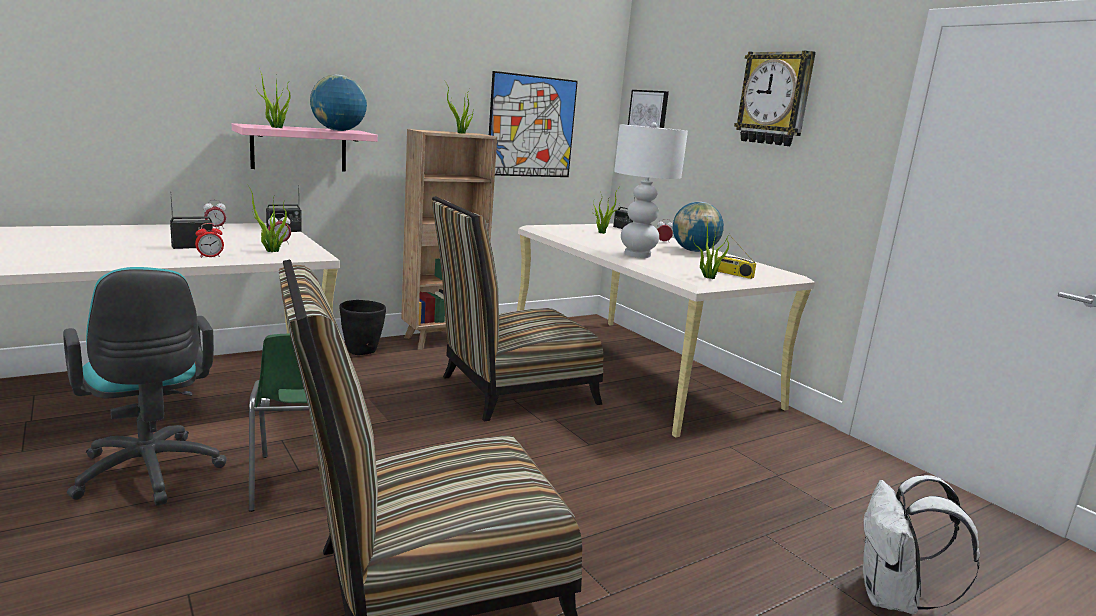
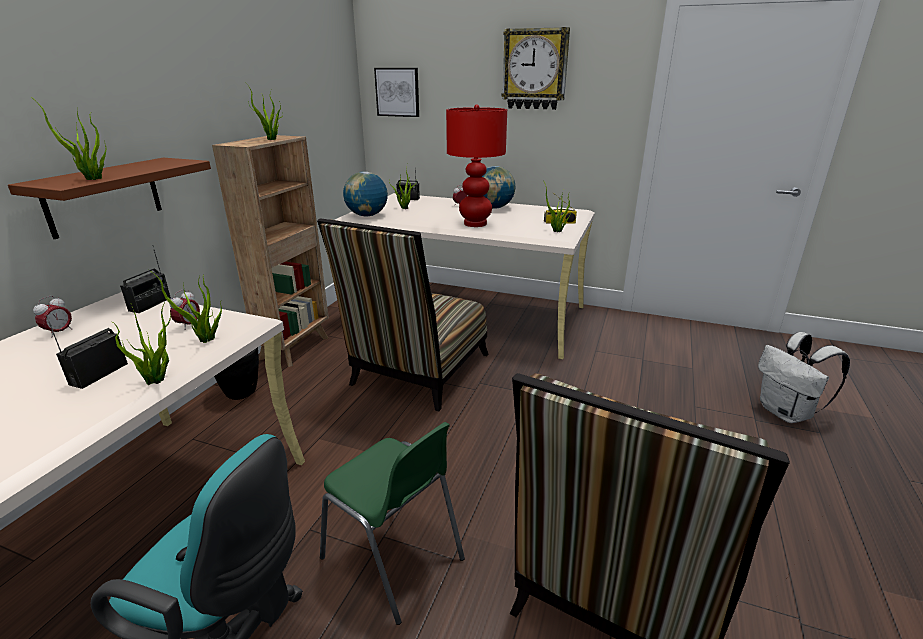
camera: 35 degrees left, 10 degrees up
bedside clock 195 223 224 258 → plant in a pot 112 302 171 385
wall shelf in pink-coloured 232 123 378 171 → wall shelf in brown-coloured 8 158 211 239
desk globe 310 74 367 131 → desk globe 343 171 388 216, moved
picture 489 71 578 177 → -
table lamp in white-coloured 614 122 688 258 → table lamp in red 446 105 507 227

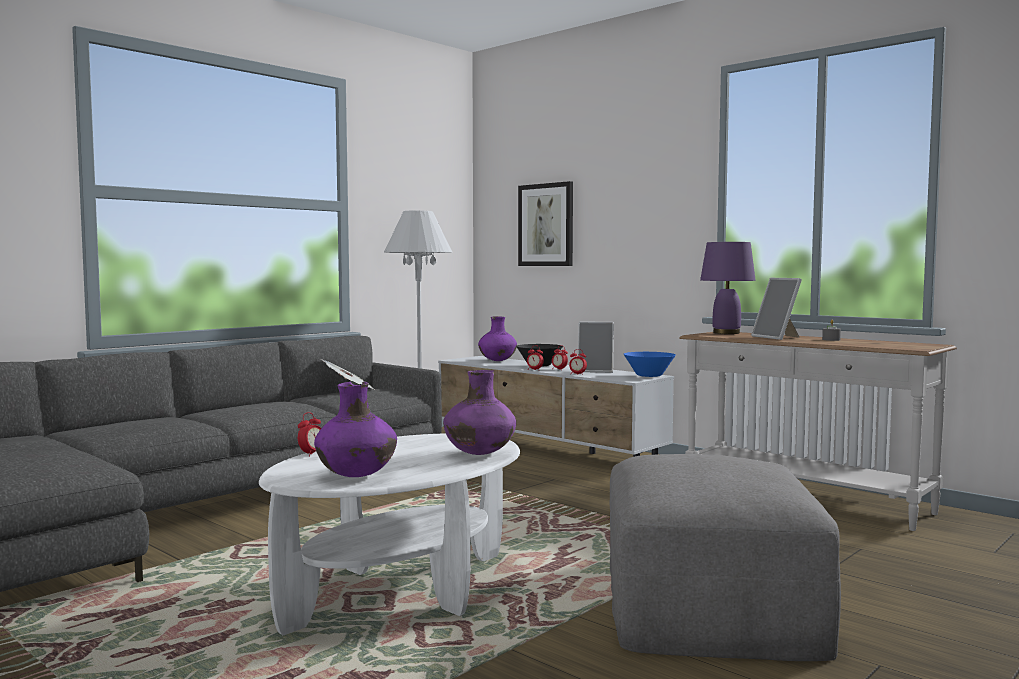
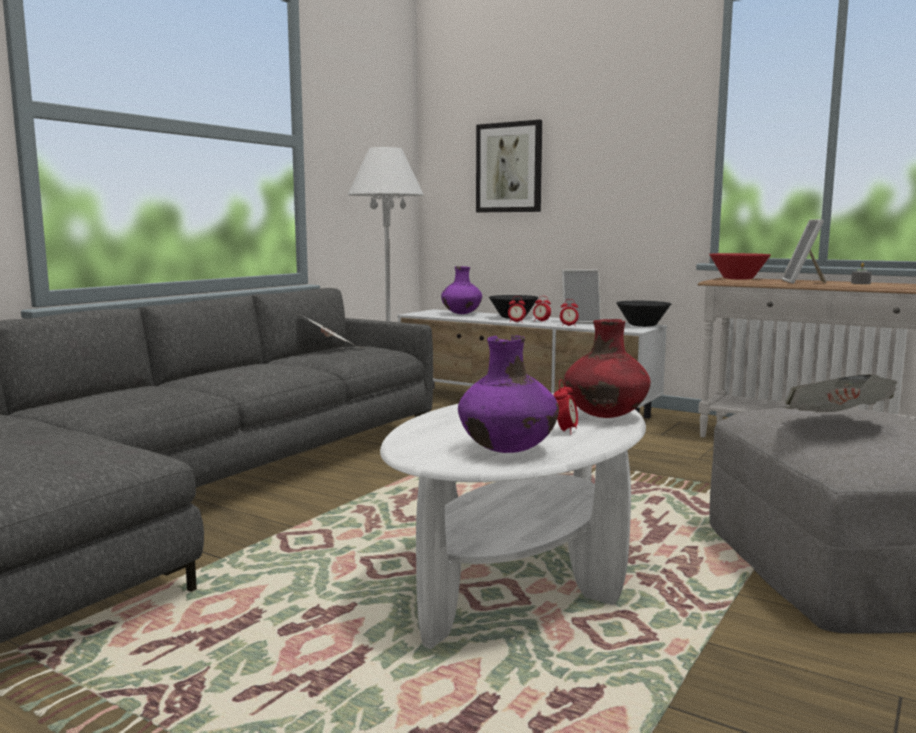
camera: 10 degrees left, 5 degrees up
bedside clock 298 412 321 457 → bedside clock 553 379 578 435, moved
vase in purplish 443 370 516 455 → vase in red 564 319 651 418
bowl in bluish 624 352 676 377 → bowl in black-coloured 616 301 671 327
table lamp in purplish 700 242 756 334 → bowl in red 709 253 771 280
picture frame 751 278 802 340 → picture frame 782 219 827 284, 45 degrees clockwise
- → daily paper 785 374 898 412

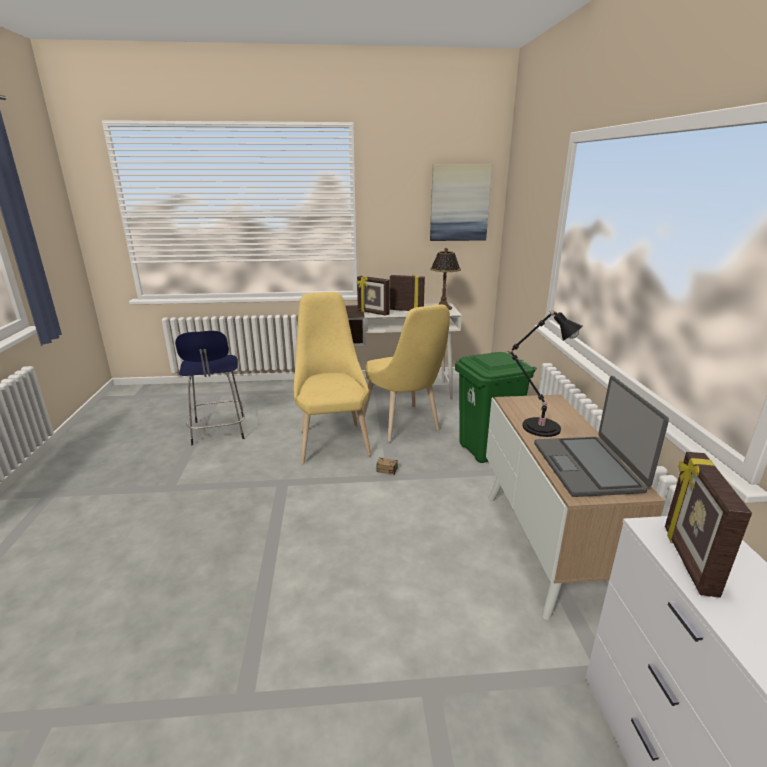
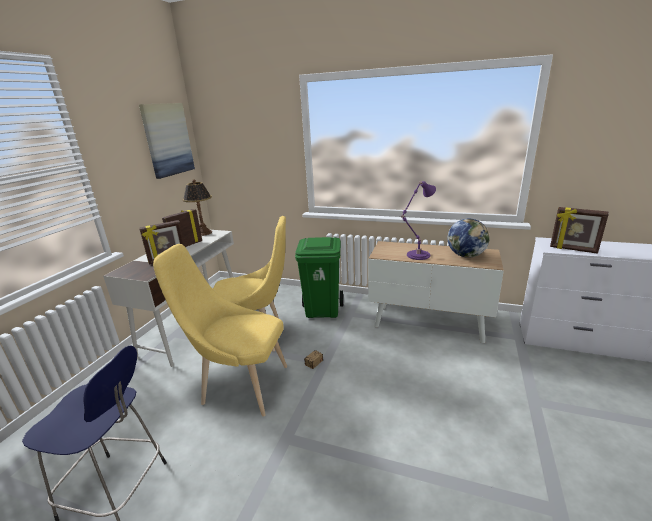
camera: 65 degrees left, 0 degrees up
table lamp in black-coloured 506 310 583 437 → table lamp in purplish 401 181 436 260
notebook computer 534 376 669 497 → desk globe 448 219 490 258

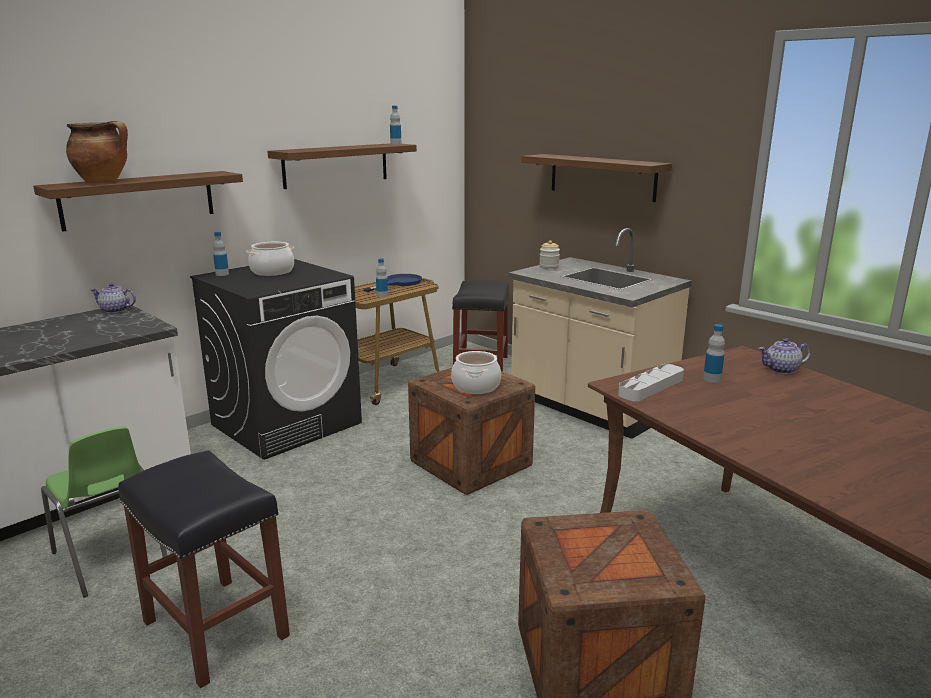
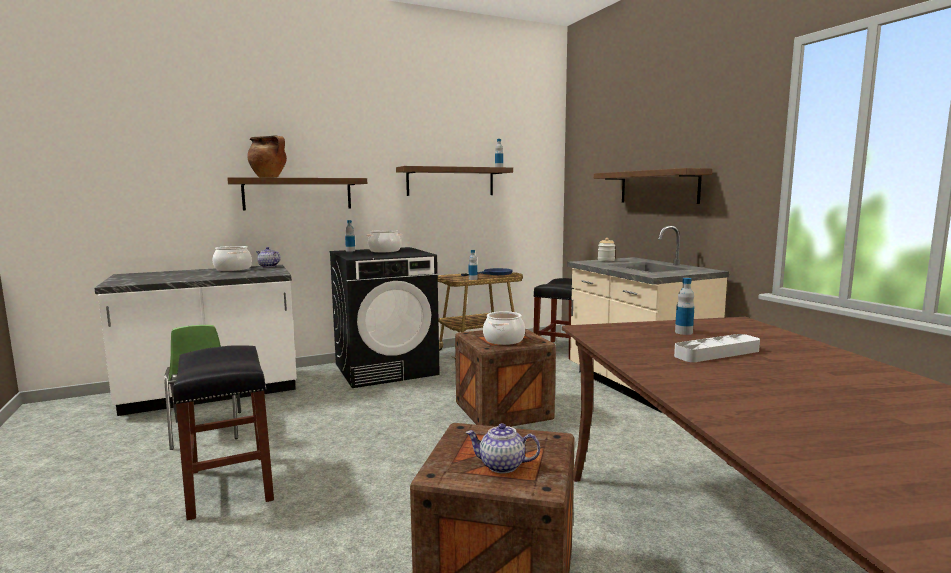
camera: 20 degrees right, 10 degrees down
carrying tray in greyish 618 364 684 402 → carrying tray in greyish 674 334 760 362, moved
teapot 759 338 811 374 → teapot 465 423 540 473, moved
- → cooking pot 213 246 252 271

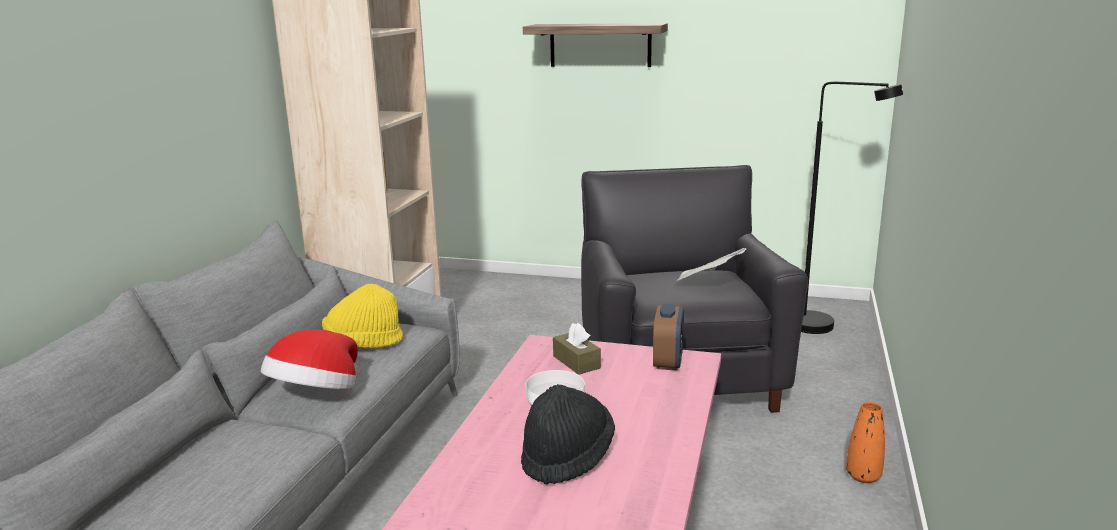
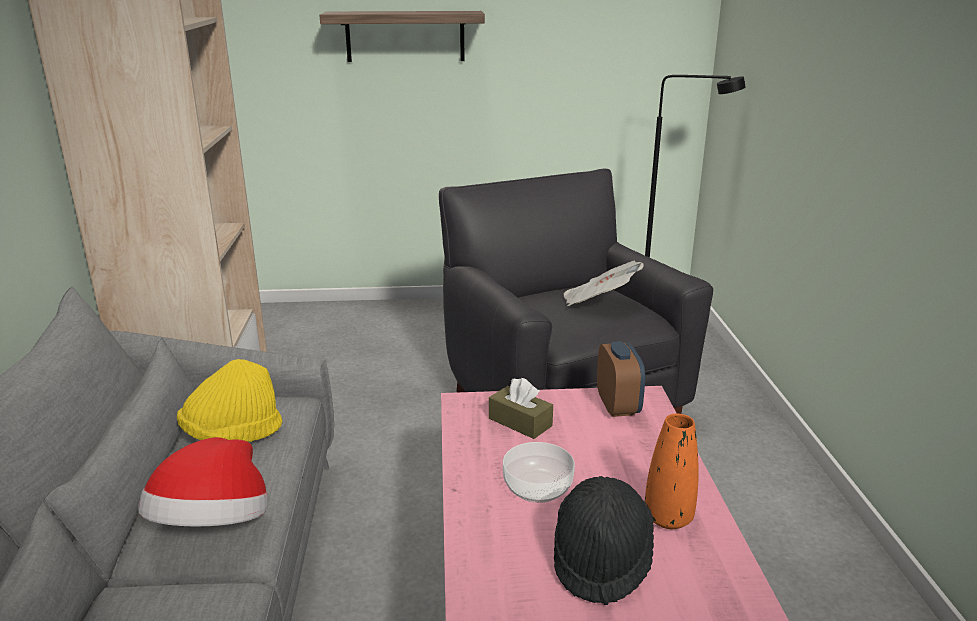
camera: 20 degrees left, 5 degrees up
vase in orange 846 402 885 483 → vase in orange 645 414 699 529, moved

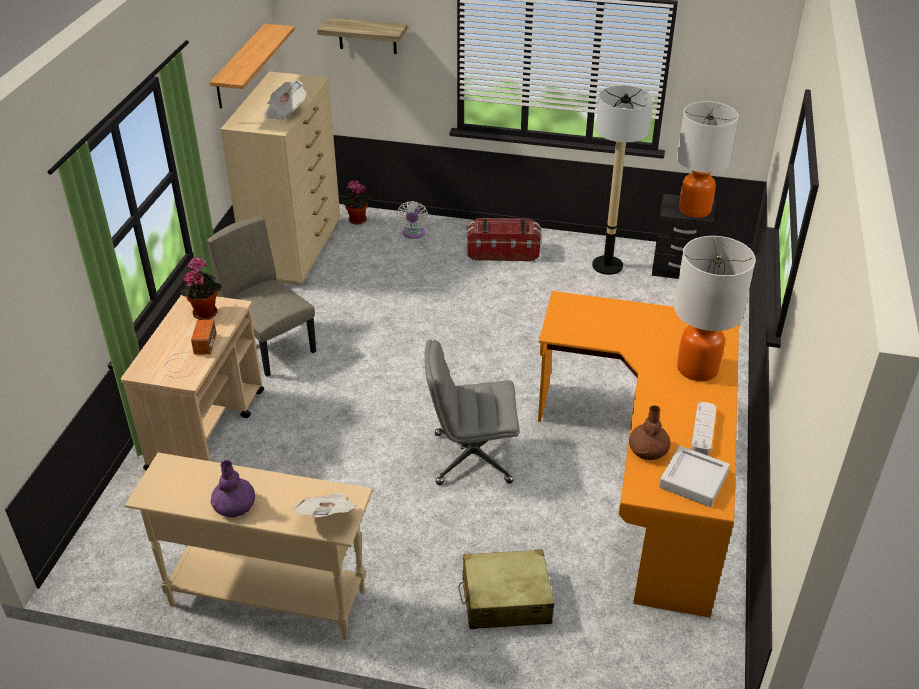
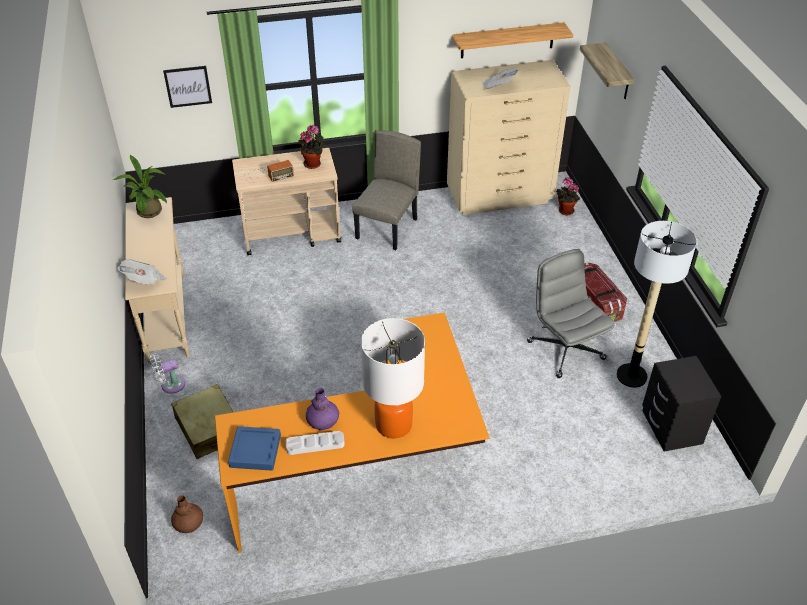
camera: 65 degrees right, 5 degrees up
vase in purplish 211 460 255 518 → vase in purplish 306 388 339 431, moved
electric fan in white-coloured 397 201 428 239 → electric fan in white-coloured 150 353 185 394, moved
office chair in greyish 425 339 520 485 → office chair in greyish 527 249 615 378, moved
vase in brown-coloured 629 405 670 460 → vase in brown-coloured 171 495 203 533, moved
carrying tray in greyish 659 446 730 507 → carrying tray in bluish 228 426 281 471
table lamp 677 101 739 218 → -
- → plant in a pot 113 155 167 218
- → picture 163 66 212 108

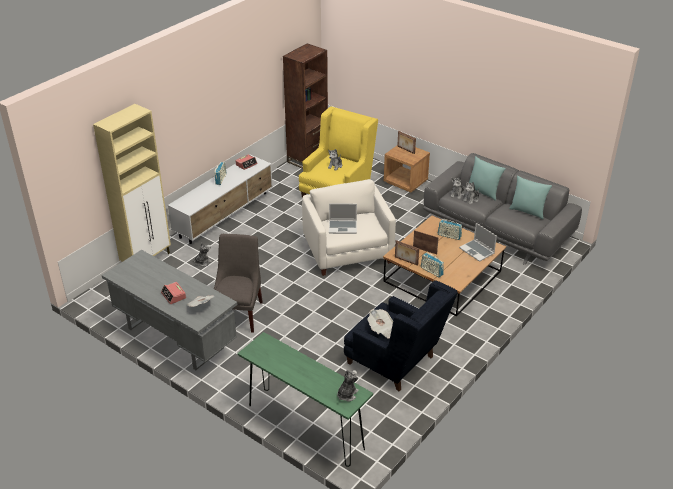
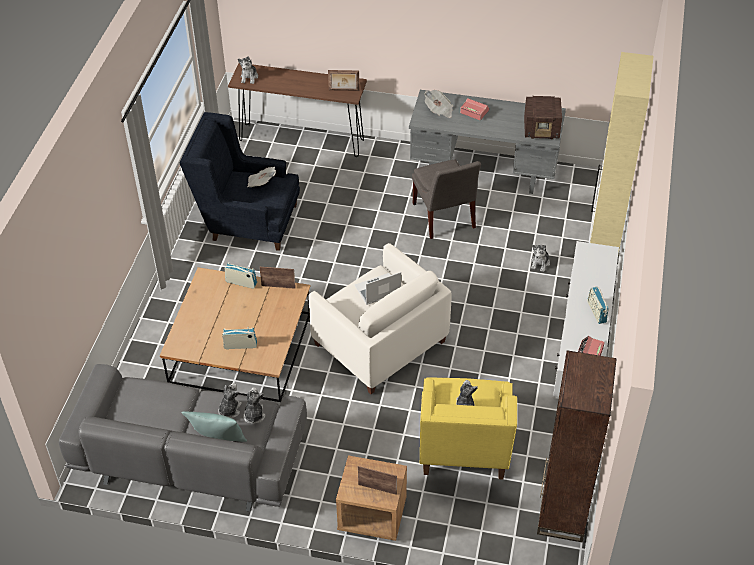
camera: 155 degrees right, 10 degrees up
hall table in green-coloured 237 332 373 467 → hall table in brown-coloured 228 63 367 157
picture frame 413 230 439 254 → picture frame 328 70 360 91, moved
notebook computer 459 223 497 262 → -
cushion in turquoise-coloured 509 175 552 219 → -
- → radio receiver 524 96 562 139

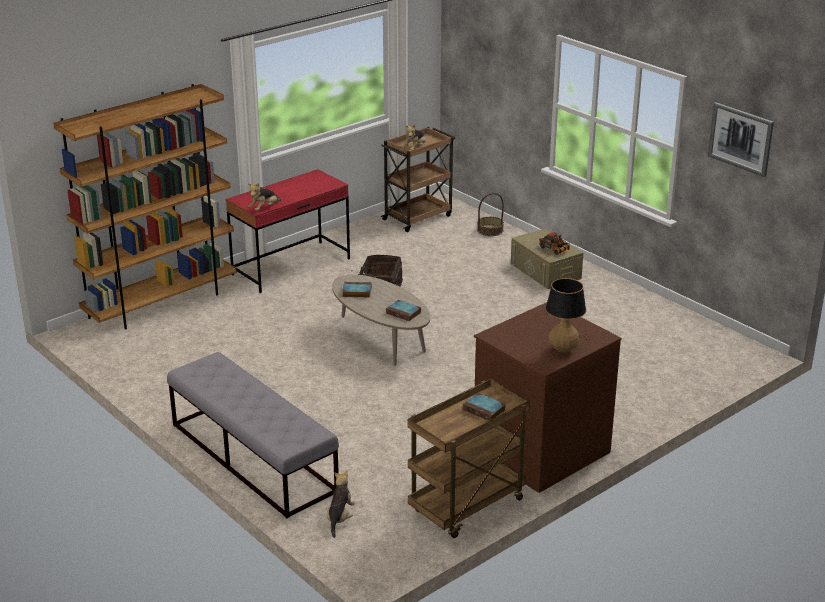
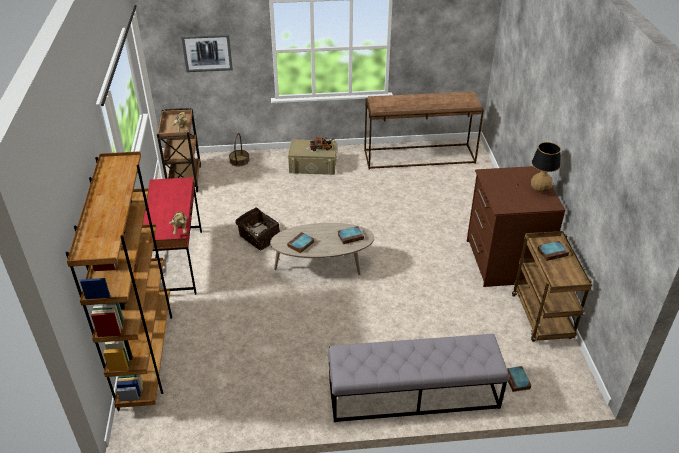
camera: 55 degrees left, 10 degrees up
plush toy 327 470 355 538 → book 507 366 532 392
picture 708 102 774 177 → picture 181 34 233 72, moved
- → hall table in brown-coloured 364 91 484 169

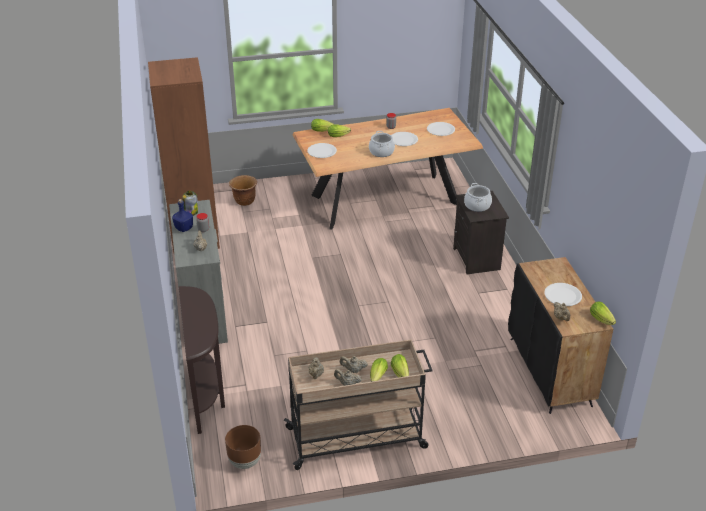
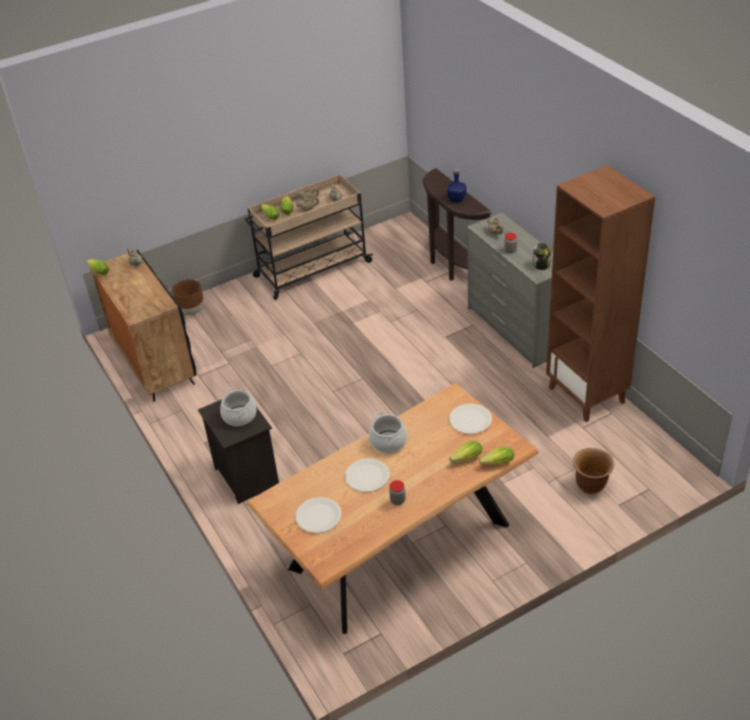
camera: 165 degrees right, 5 degrees up
beverage bottle in bluish 172 199 193 232 → beverage bottle in bluish 447 170 466 202, moved
flower pot in brown-coloured 225 425 261 469 → flower pot in brown-coloured 172 279 204 315, moved
flat dish in white-coloured 544 283 582 306 → -

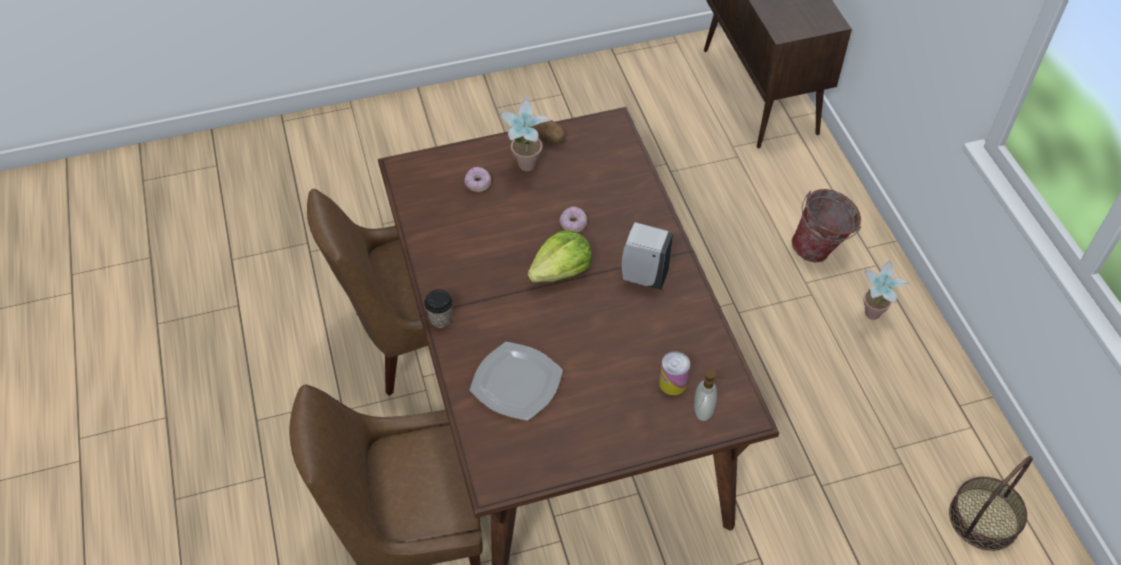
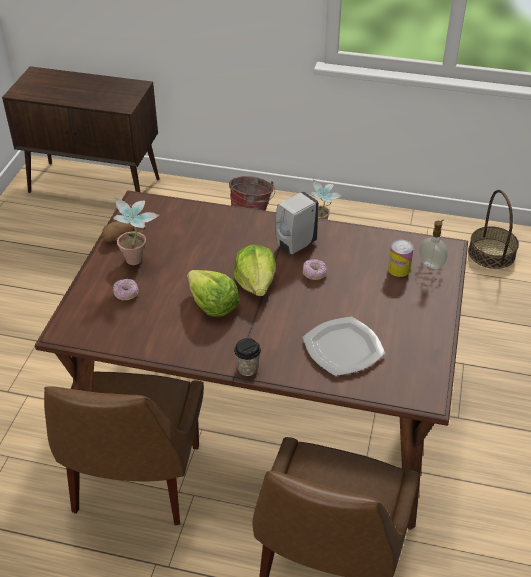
camera: 60 degrees left, 10 degrees down
ring doughnut 559 207 587 232 → ring doughnut 303 259 327 280, moved
- → lettuce 187 270 240 317

